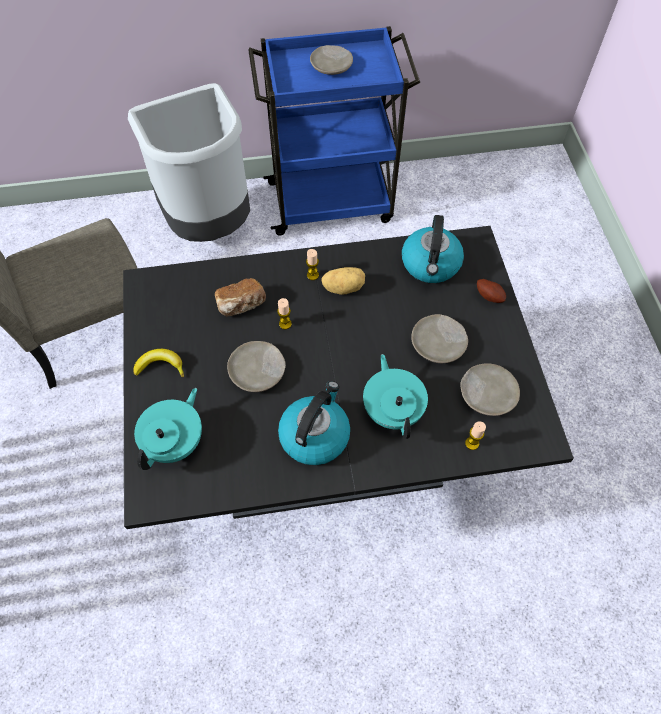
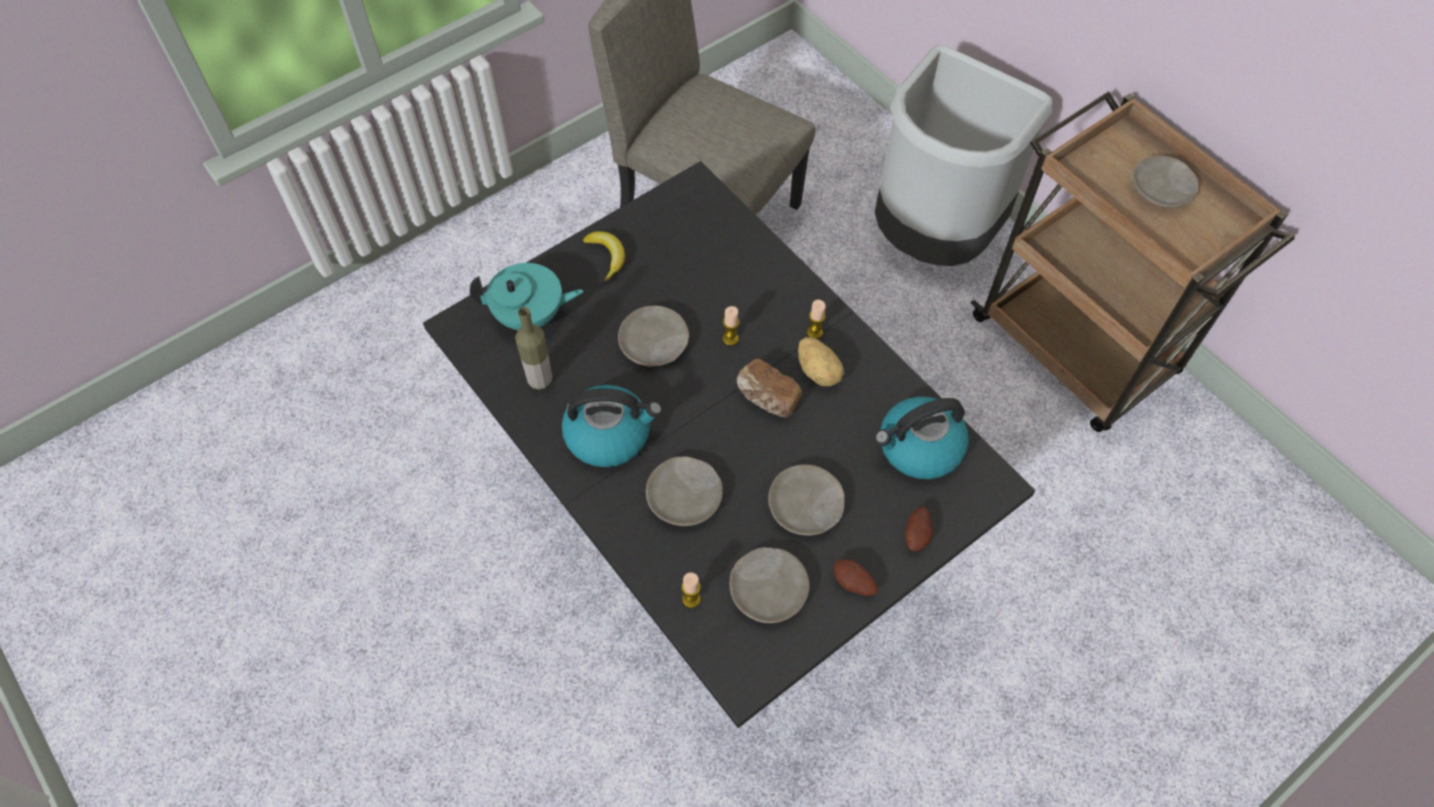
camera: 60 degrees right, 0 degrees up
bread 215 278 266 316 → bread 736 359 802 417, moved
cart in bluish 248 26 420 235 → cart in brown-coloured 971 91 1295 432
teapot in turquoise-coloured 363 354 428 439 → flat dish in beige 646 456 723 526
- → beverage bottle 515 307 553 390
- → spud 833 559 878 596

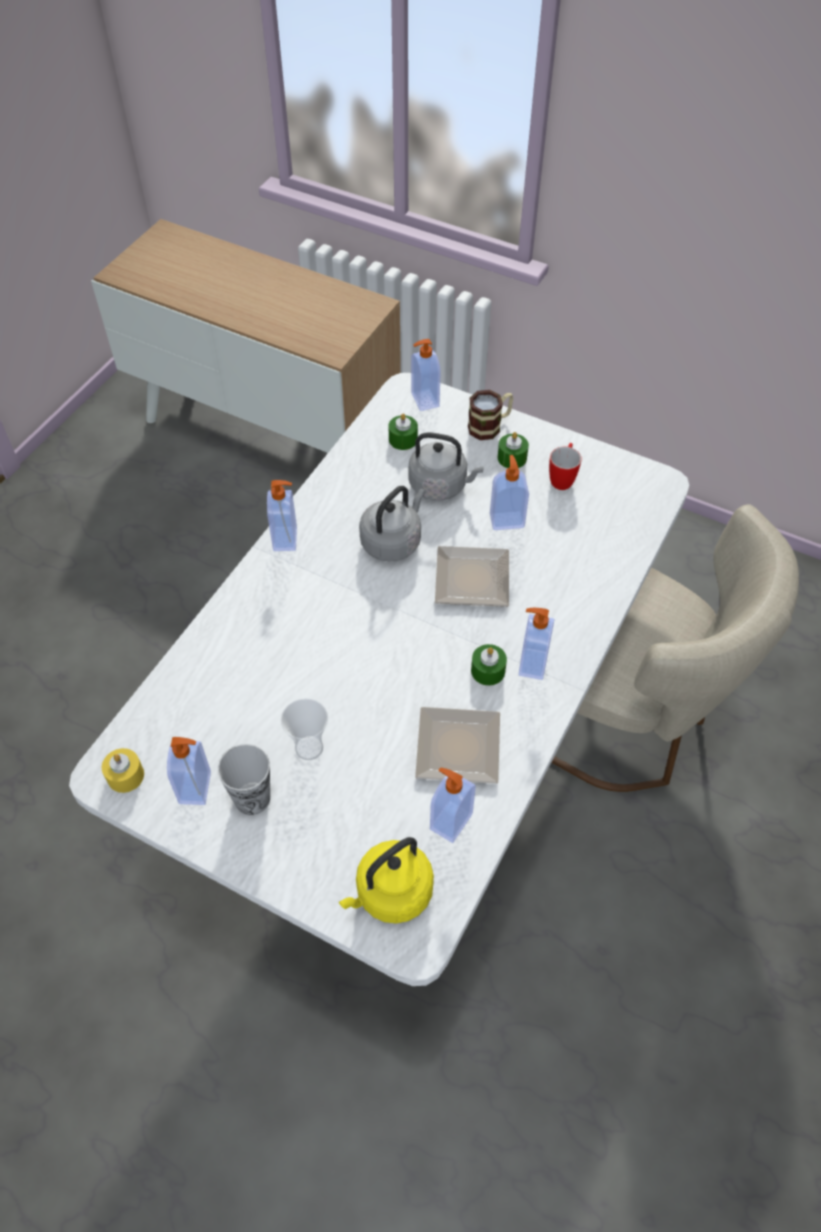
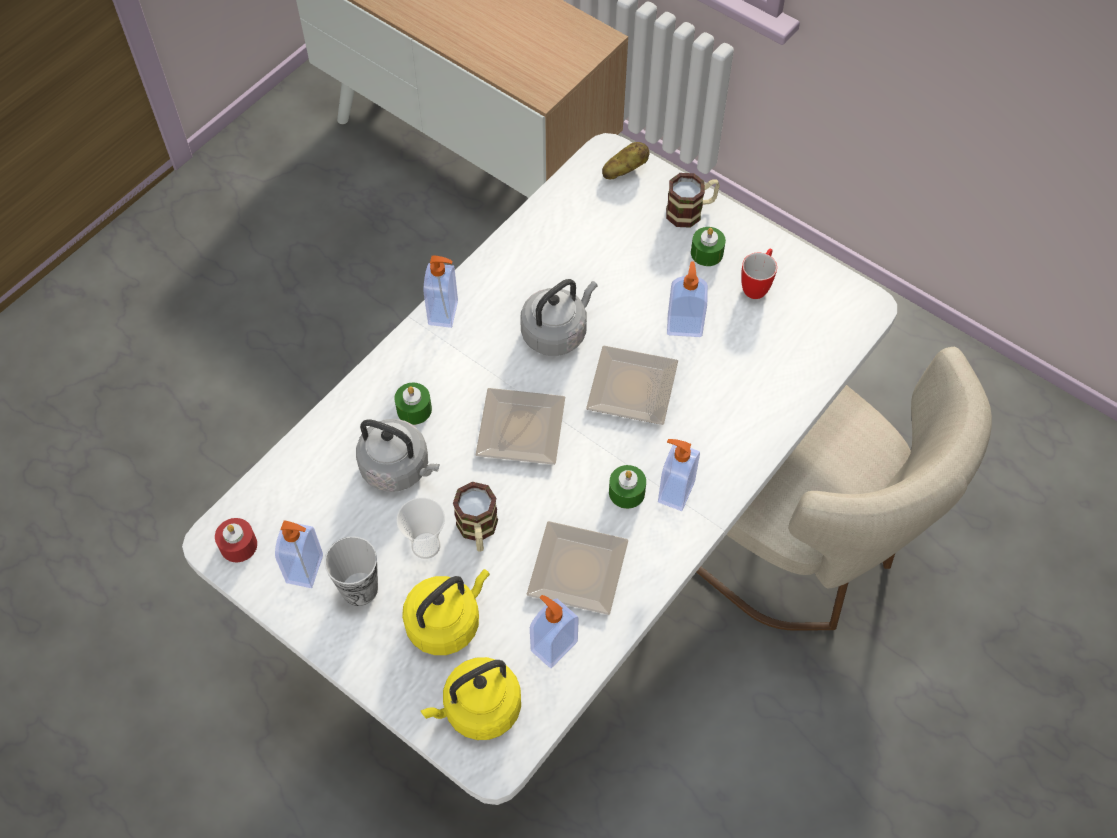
camera: 10 degrees right, 5 degrees up
wax light in yellow 102 748 144 793 → wax light in red 215 518 257 562
wax light in green-coloured 388 413 418 450 → wax light in green-coloured 394 383 432 425, moved
water kettle in greyish 408 432 484 500 → water kettle in greyish 356 419 439 492, moved
soap dispenser 411 339 441 411 → spud 602 142 649 179
- → water kettle in yellow 402 569 490 655
- → coffee mug 453 482 498 552
- → flat dish 475 388 565 465

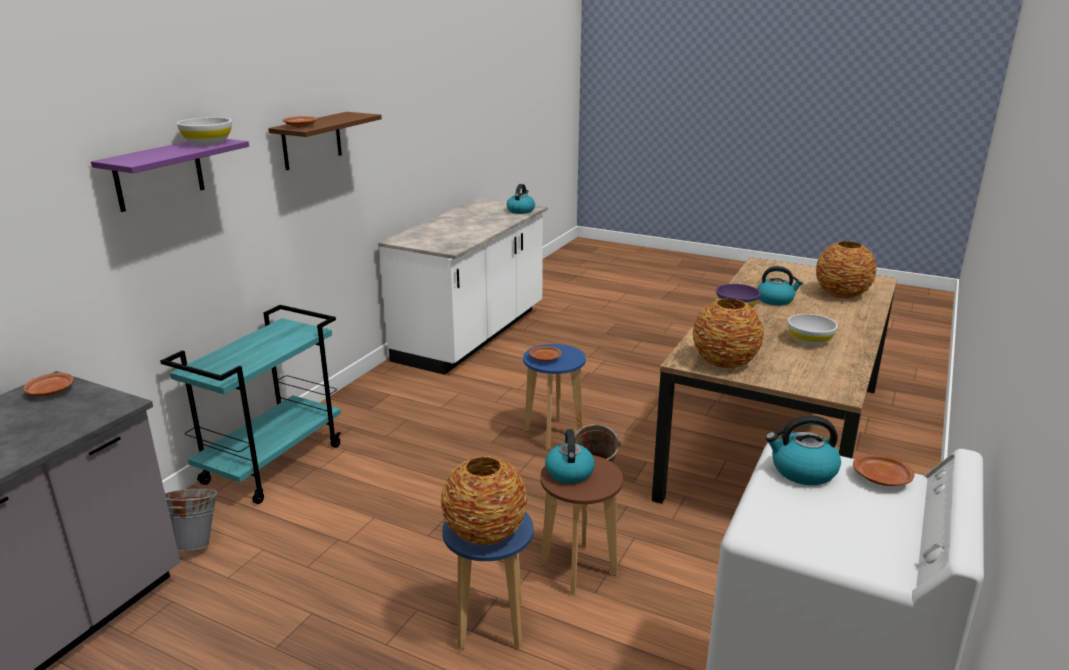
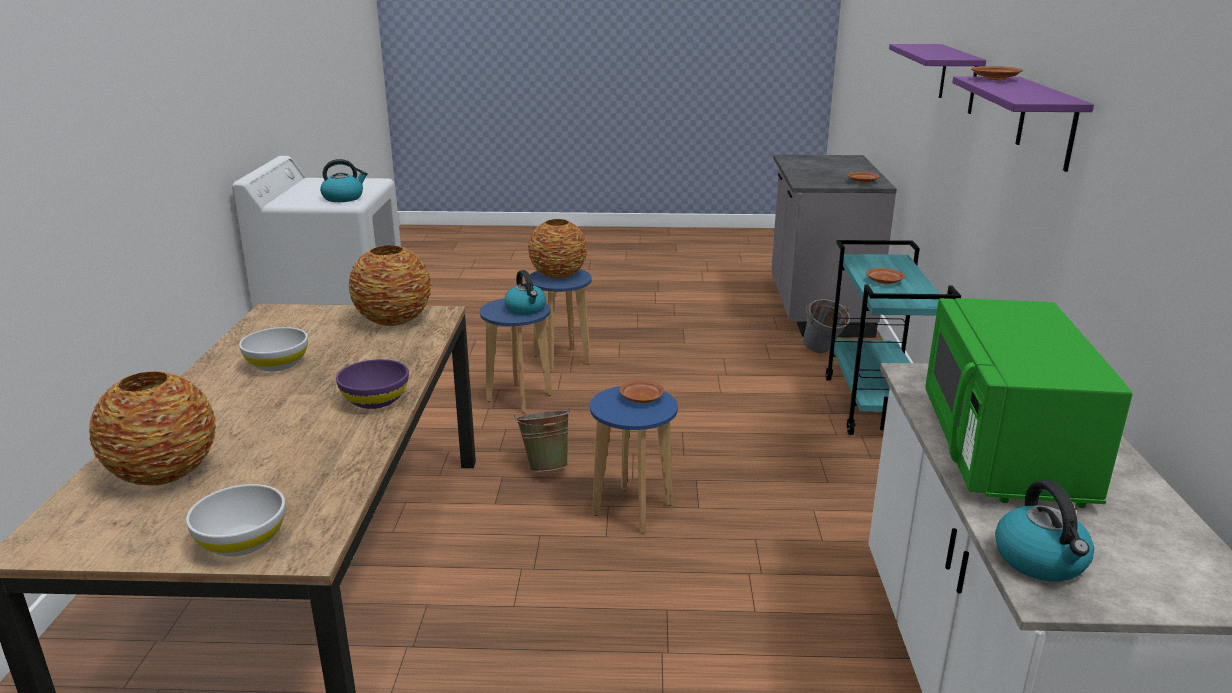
camera: 155 degrees right, 0 degrees up
bowl in white-coloured 177 117 232 146 → bowl in white-coloured 186 484 285 556, moved
wall shelf in brown-coloured 268 112 382 170 → wall shelf in purplish 952 76 1094 172
sitting stool in brown-coloured 540 455 623 595 → sitting stool in bluish 480 298 552 413
water kettle 757 266 803 306 → -
flat dish in brown-coloured 853 454 915 486 → flat dish in brown-coloured 866 268 905 284, moved
- → microwave oven in green-coloured 925 298 1133 508

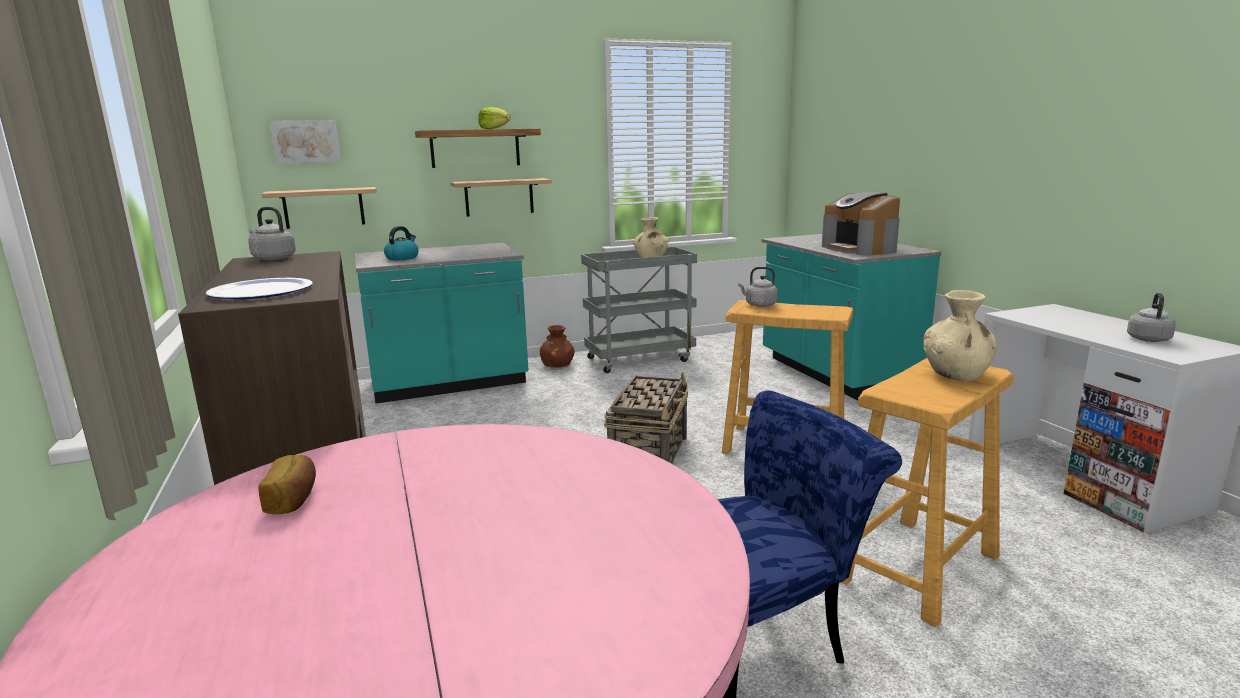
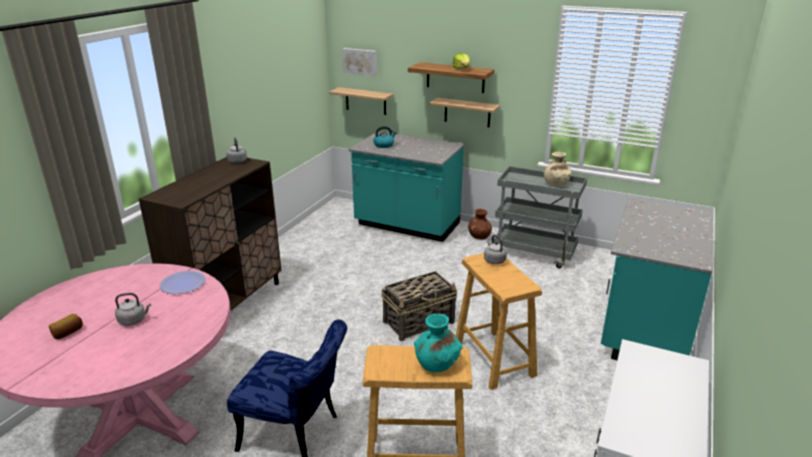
camera: 45 degrees right, 10 degrees up
flat dish 205 278 313 299 → flat dish 159 271 206 294, moved
bread 258 455 316 514 → bread 49 314 83 339, moved
coffee machine 822 192 900 256 → -
vase in beige 923 290 998 381 → vase in turquoise-coloured 414 314 463 372
water kettle in greyish 1127 293 1176 342 → water kettle in greyish 115 293 151 326, moved

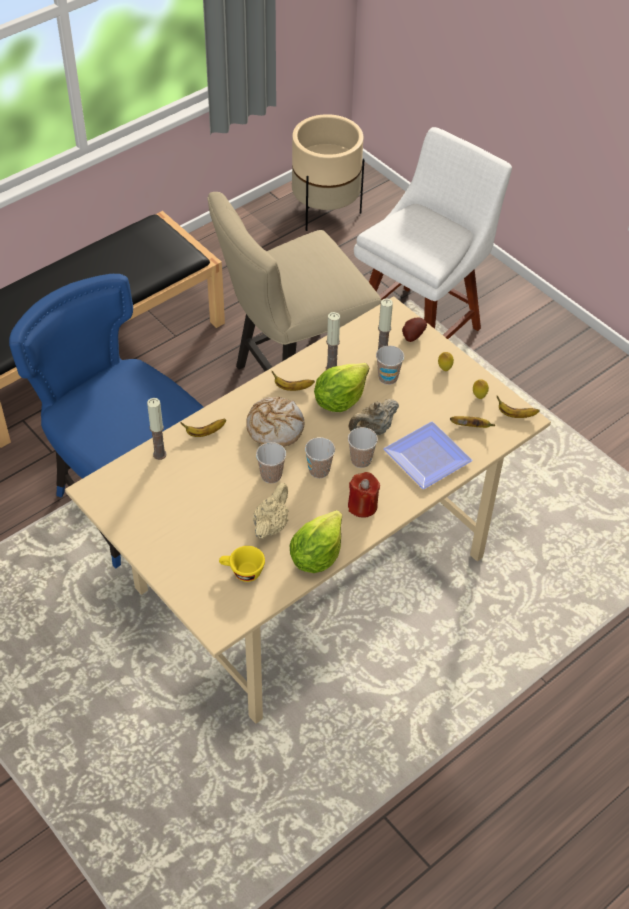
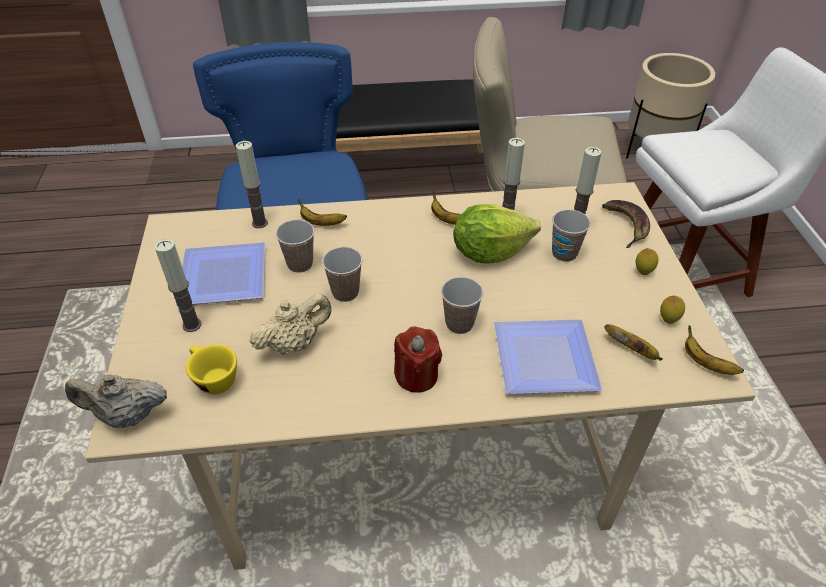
camera: 35 degrees right, 5 degrees down
bread 246 397 304 447 → -
lettuce 289 510 342 573 → -
drinking cup 305 437 335 478 → drinking cup 276 220 314 273, moved
teapot in beige 348 399 399 435 → teapot in beige 65 374 167 428, moved
spud 402 318 427 342 → banana 602 200 650 248
- → wax light 154 239 201 332
- → flat dish 176 242 265 305

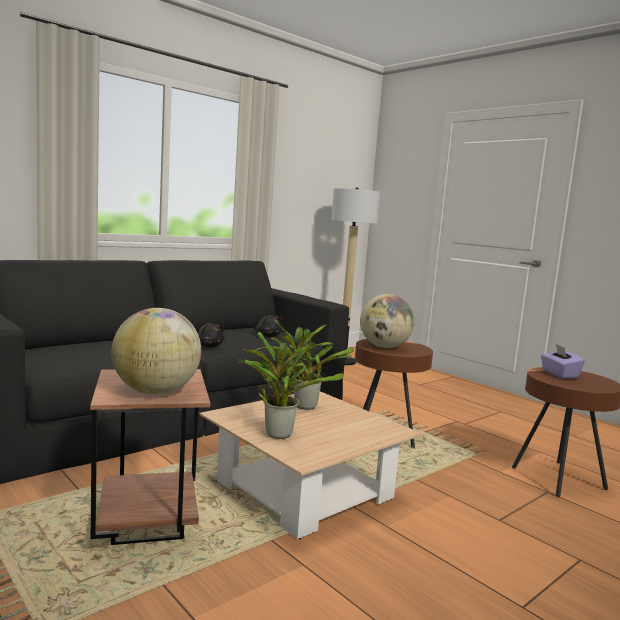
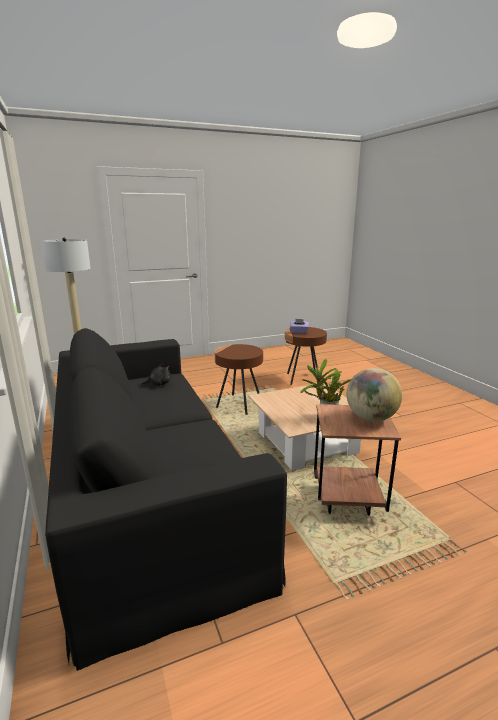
camera: 70 degrees left, 10 degrees up
plush toy in black-coloured 198 322 225 347 → -
plant in a pot 255 320 354 410 → -
desk globe 360 294 415 348 → -

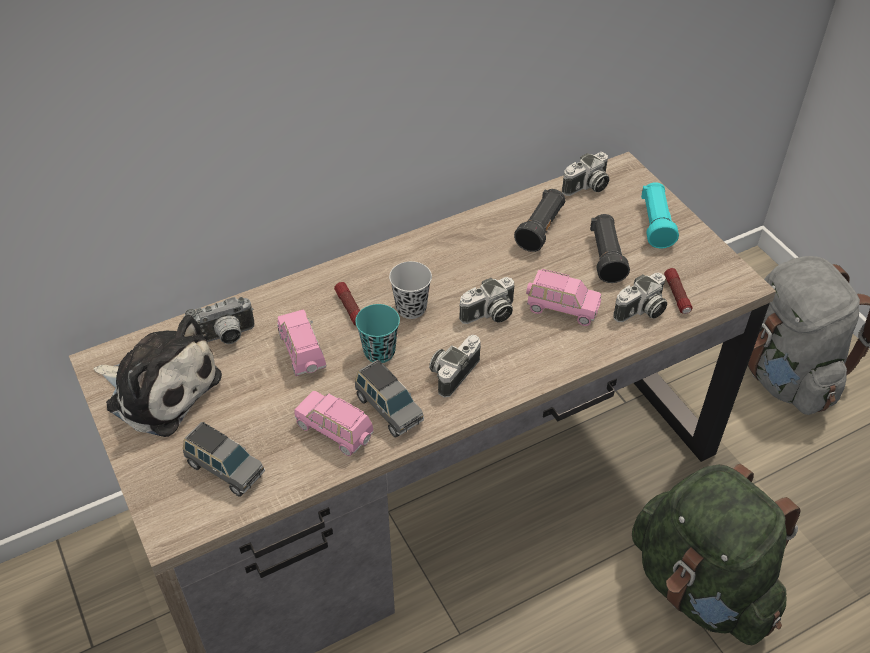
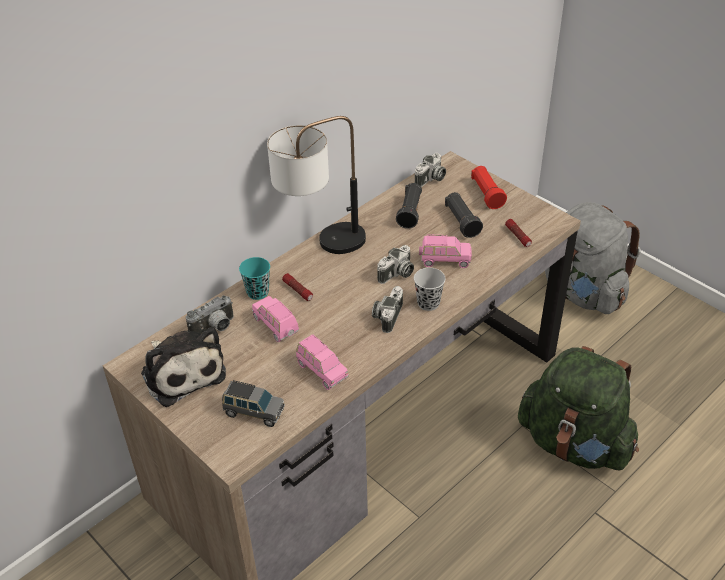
camera: 15 degrees left, 5 degrees down
plush toy 94 315 222 437 → plush toy 141 327 226 407, 45 degrees clockwise
miniature car in pink-coloured 295 391 374 456 → miniature car in pink-coloured 296 335 349 390, 150 degrees counterclockwise
drinking cup in turquoise-coloured 355 304 400 363 → drinking cup in turquoise-coloured 239 257 270 300, moved
miniature car in greyish 355 360 424 438 → -
drinking cup in black-coloured 389 261 432 319 → drinking cup in black-coloured 414 268 445 311, moved
photo camera 614 273 667 322 → -
flashlight in turquoise-coloured 641 182 679 248 → flashlight in red 471 166 507 209
- → table lamp 267 116 366 254

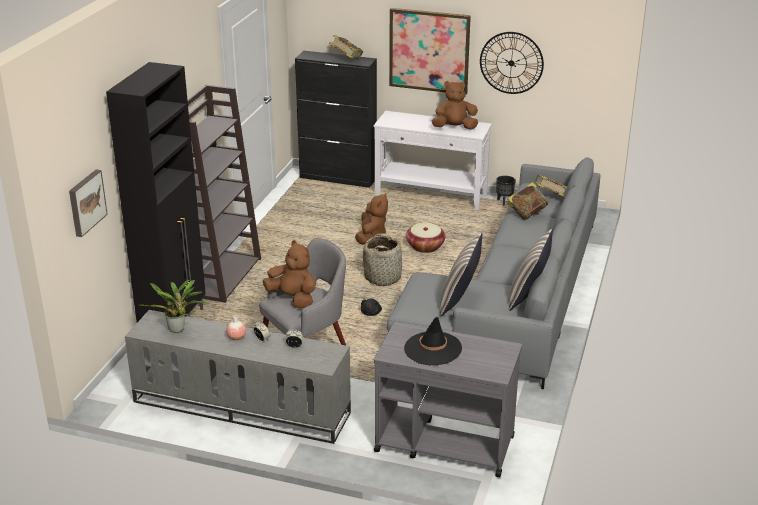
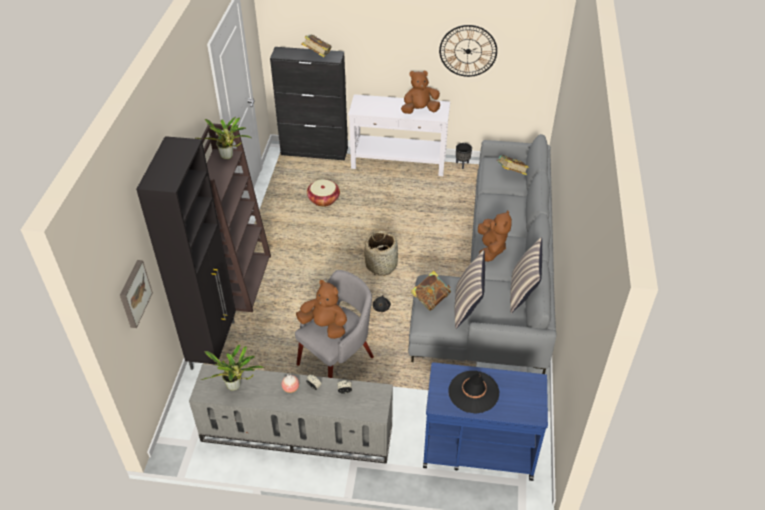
camera: 10 degrees left, 15 degrees up
plush toy in brown-coloured 355 193 388 245 → plush toy in brown-coloured 478 211 512 262, moved
cart in greyish 374 322 522 477 → cart in bluish 423 362 548 481
picture 389 8 471 95 → -
basket 406 223 446 253 → basket 307 180 340 207, moved
book 507 182 549 220 → book 411 271 451 311, moved
- → plant in a pot 196 117 251 159

